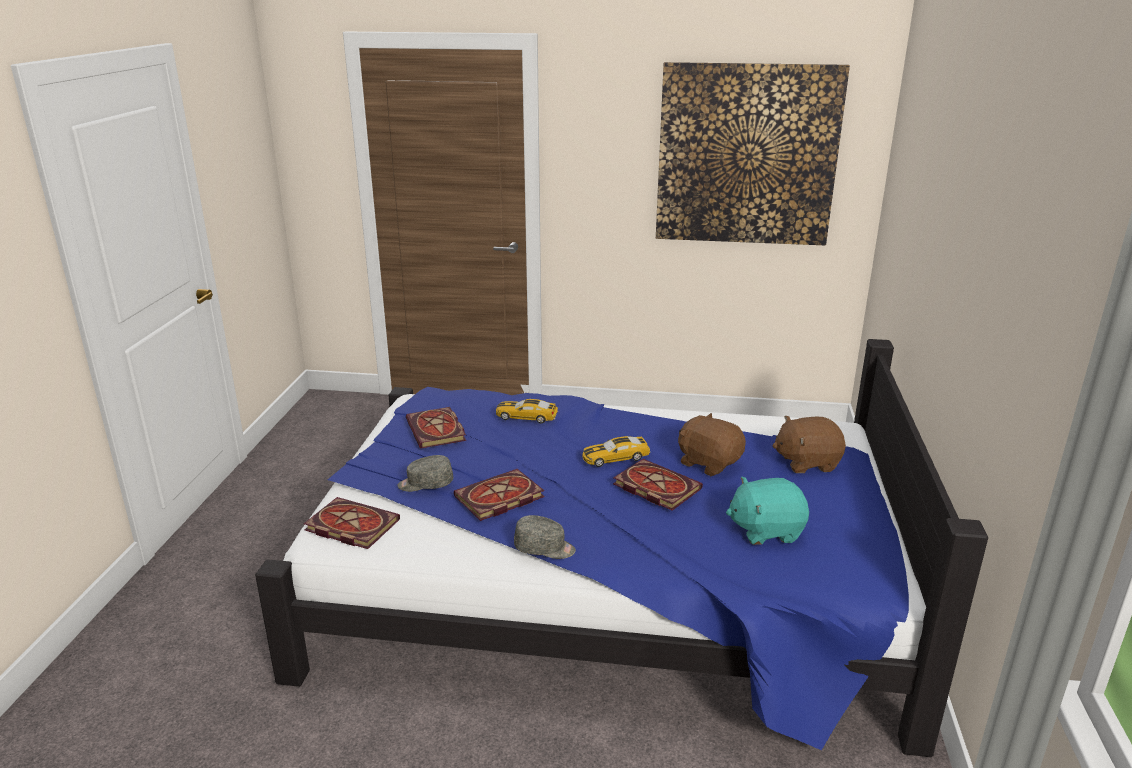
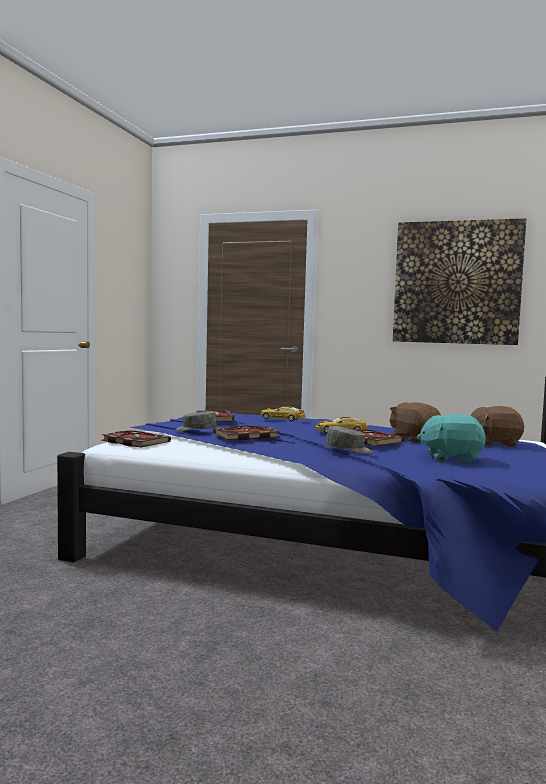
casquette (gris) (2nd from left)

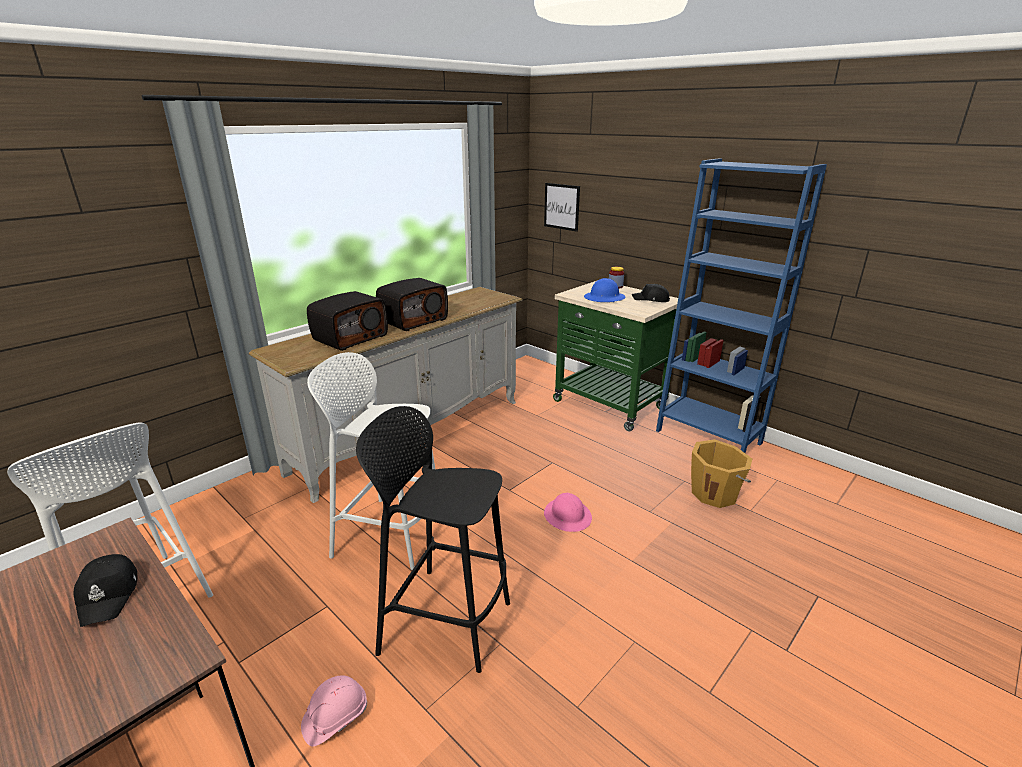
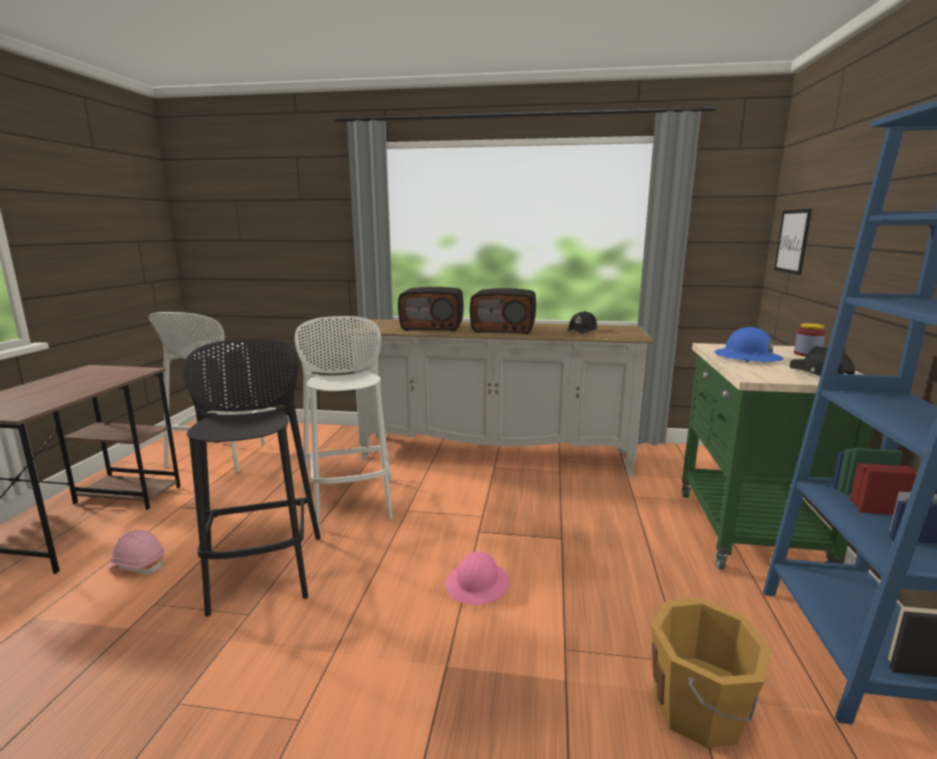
casquette (noir) (1st from left)

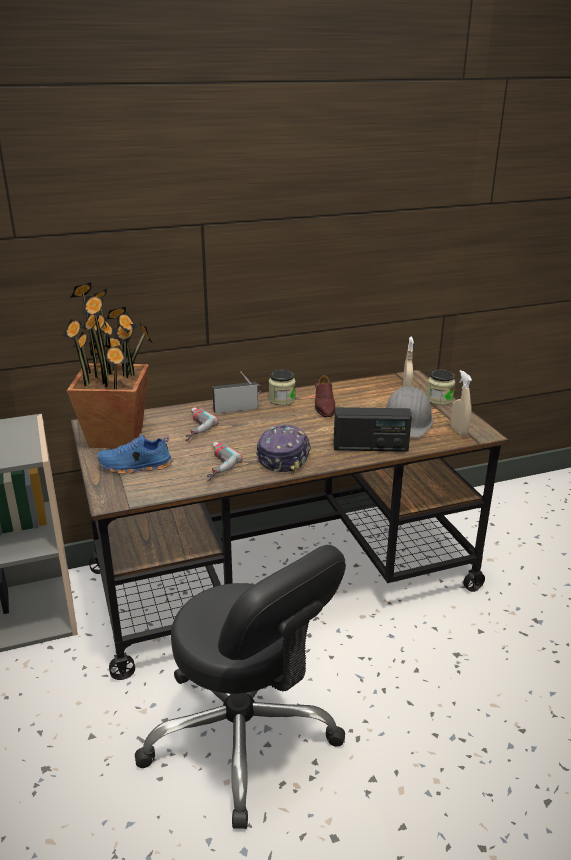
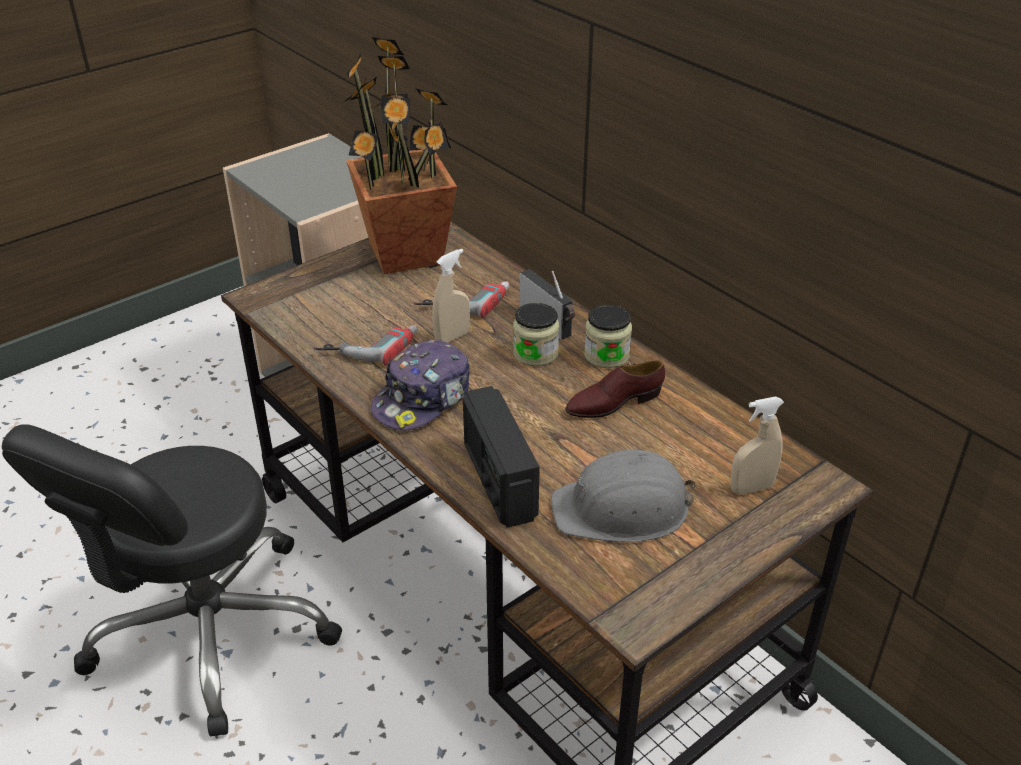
chaussure (bleu)
bocal (1st from left)
vaporisateur (beige) (1st from left)
casquette

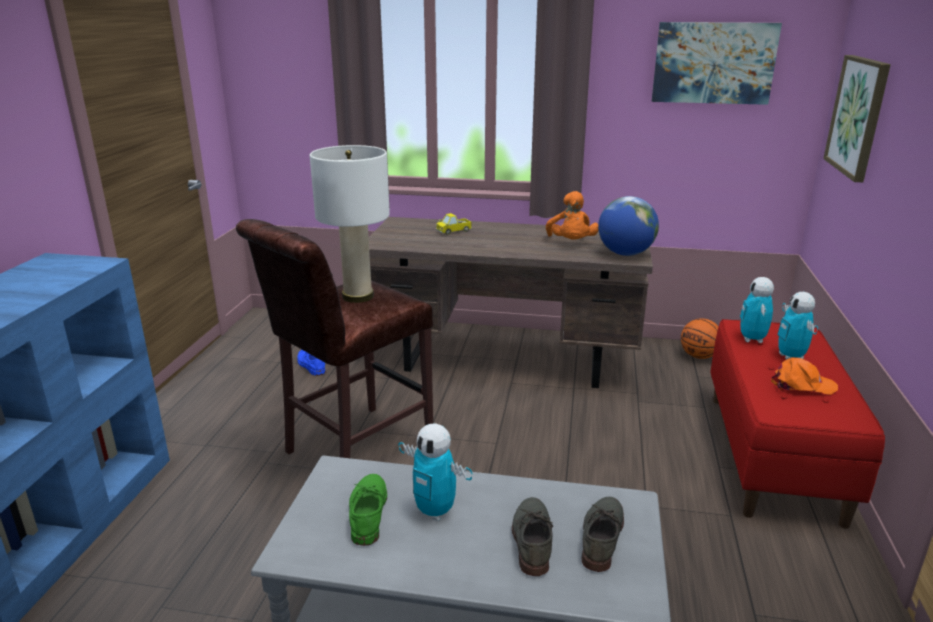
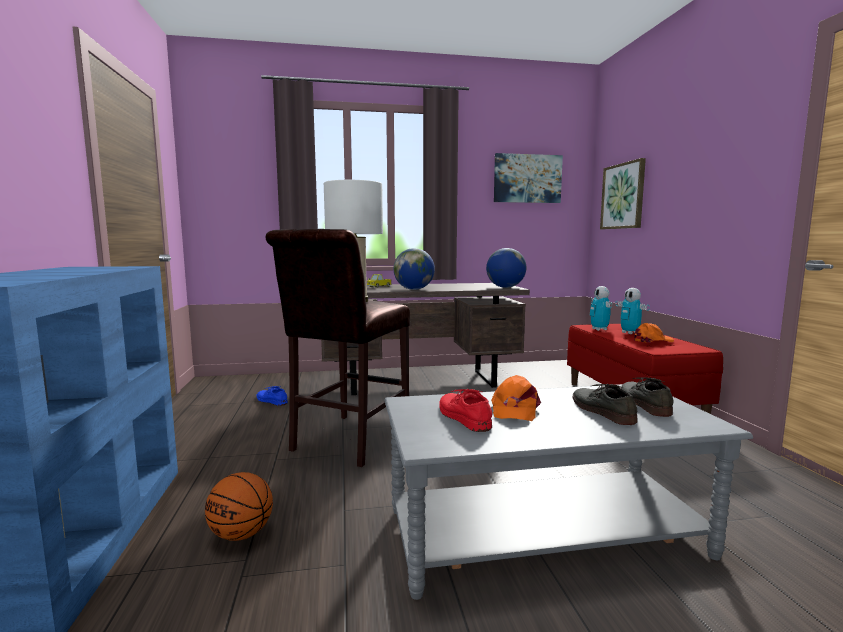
peluche (orange)
globe (1st from left)
ballon de basket
casquette (orange) (1st from left)
chaussure (rouge)

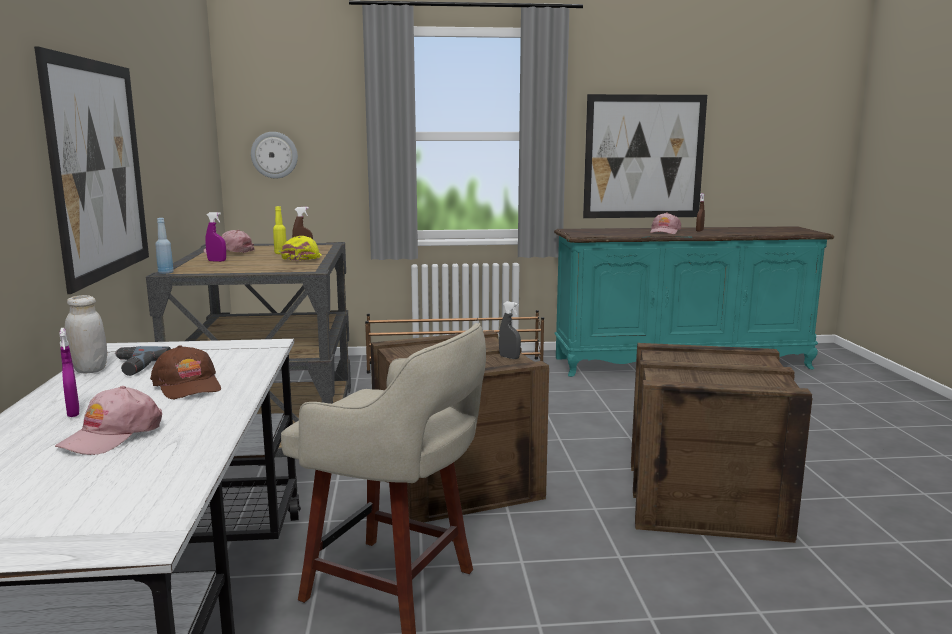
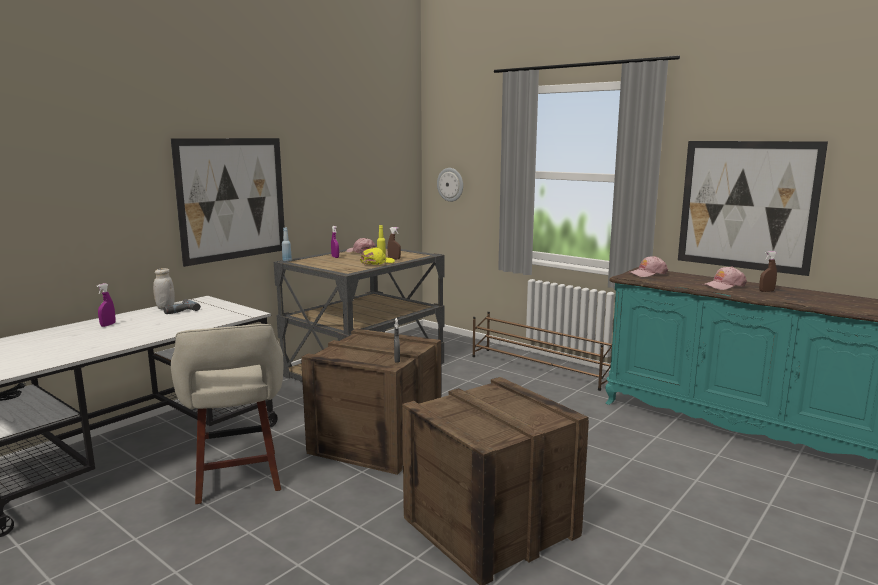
casquette (marron)
casquette (rose) (2nd from left)

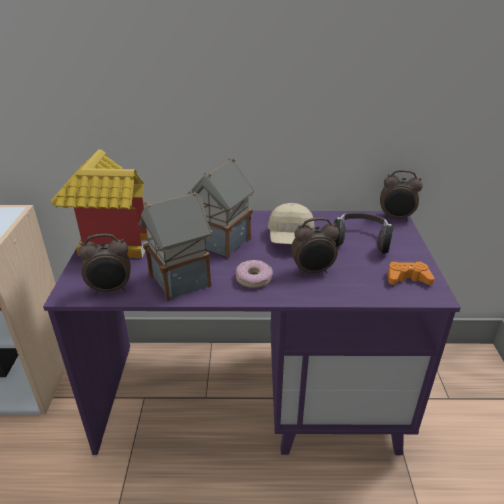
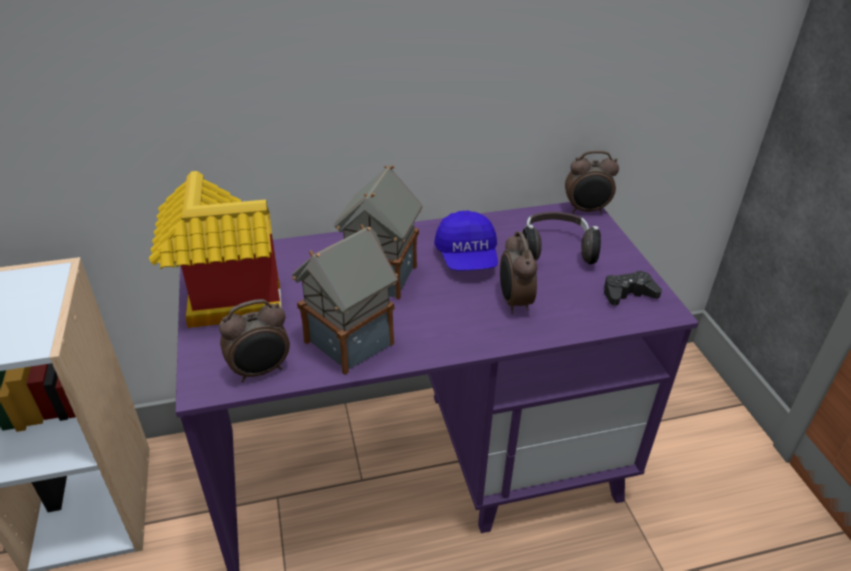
beignet
casquette (bleu)
manette (noir)
réveil (2nd from left)

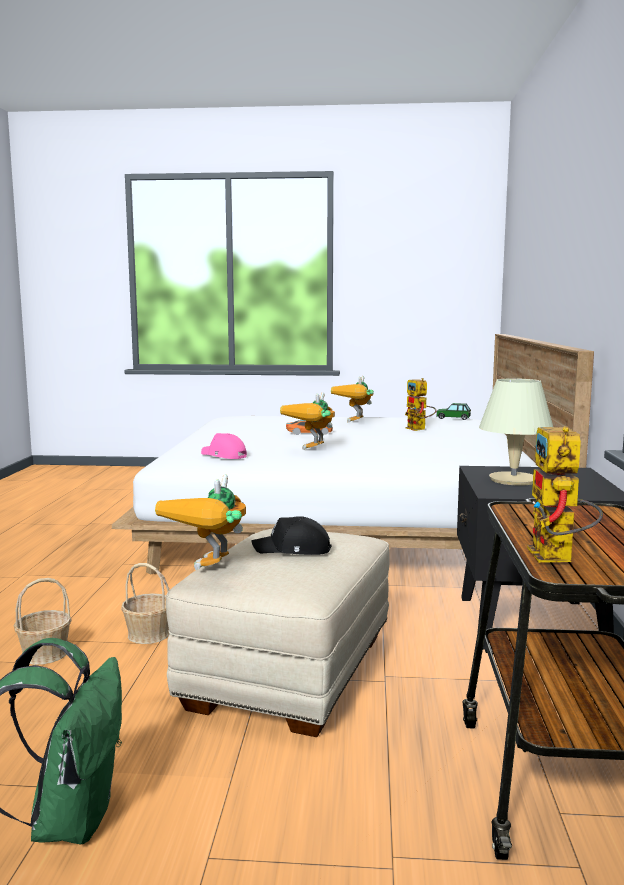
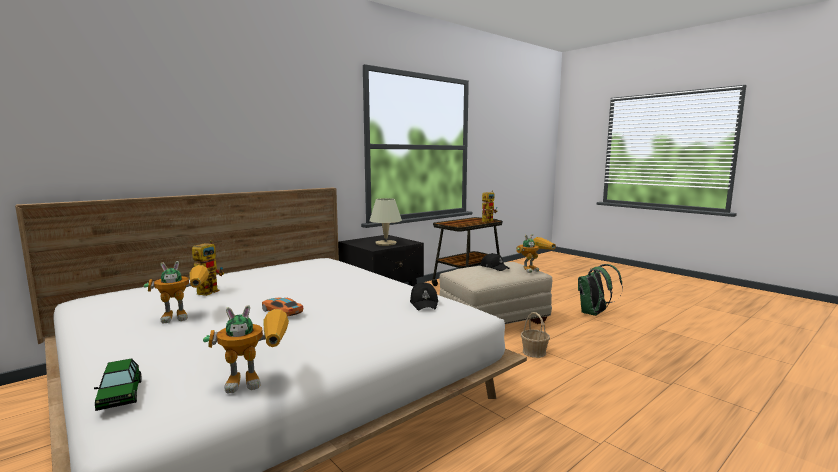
panier (1st from left in the first image)
robot jouet (3rd from left)
petite voiture (1st from left)
casquette (noir) (1st from left)

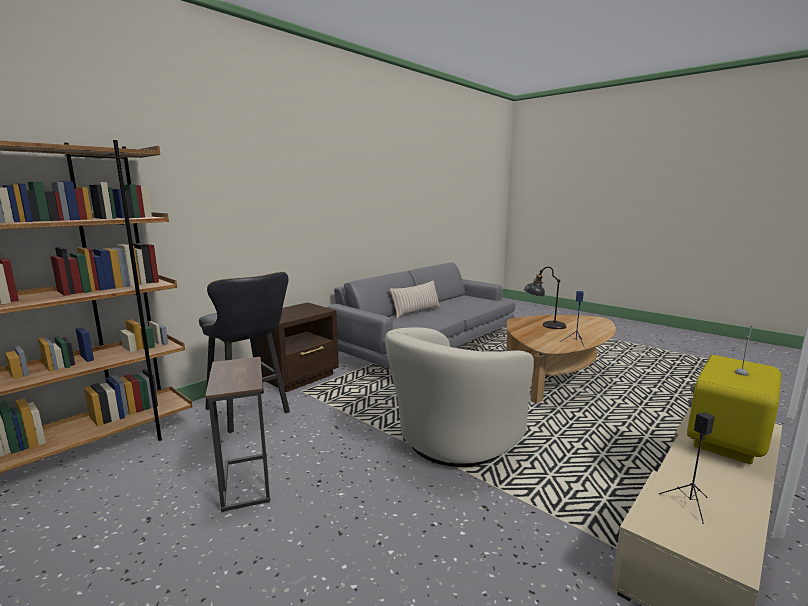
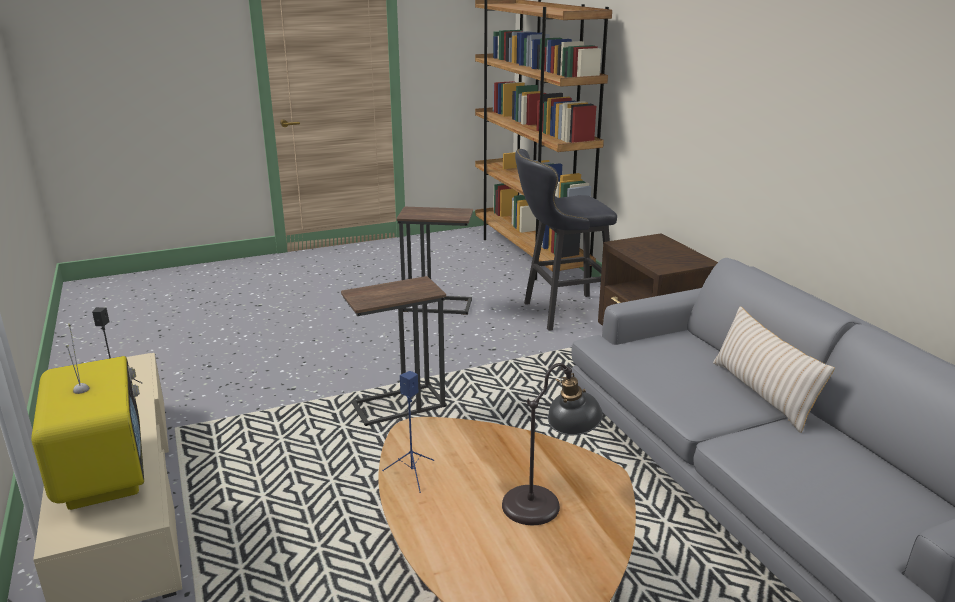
table d'appoint (marron) (1st from left)

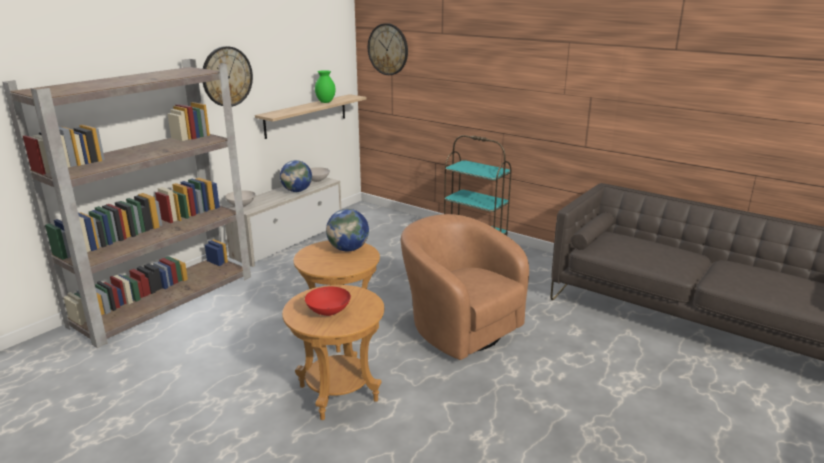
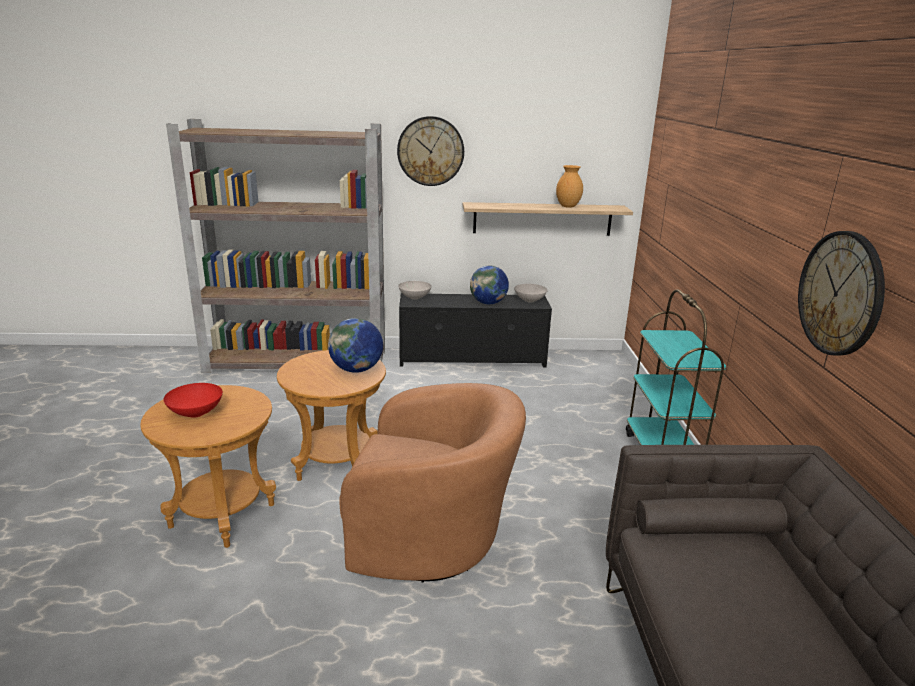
horloge murale (2nd from left)
meuble télé (noir)
vase (marron)
fauteuil (marron)

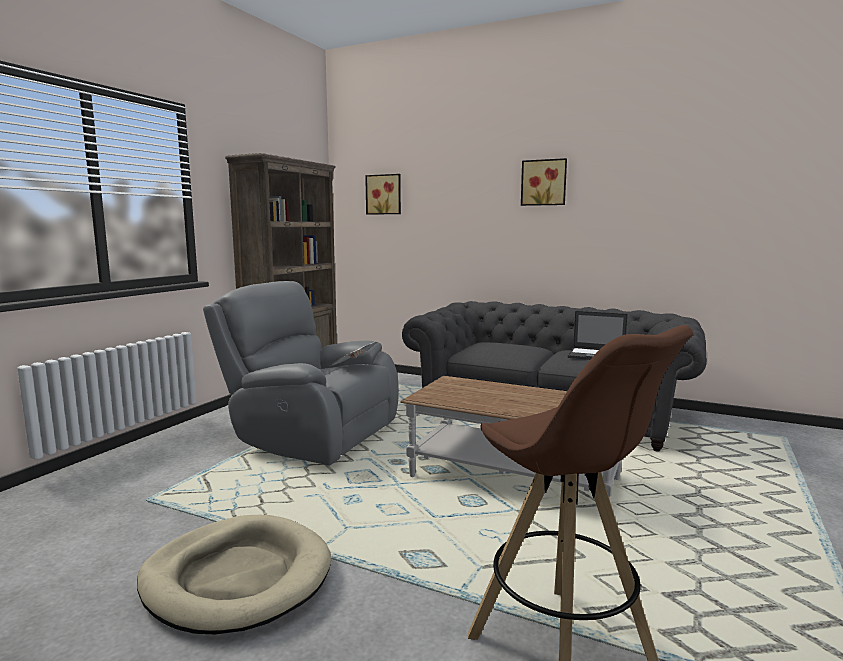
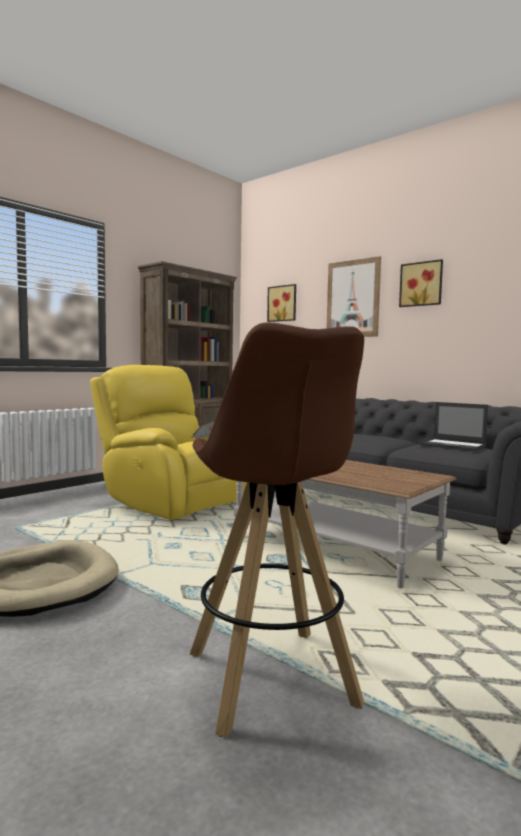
tableau (2nd from left)
fauteuil (jaune)

